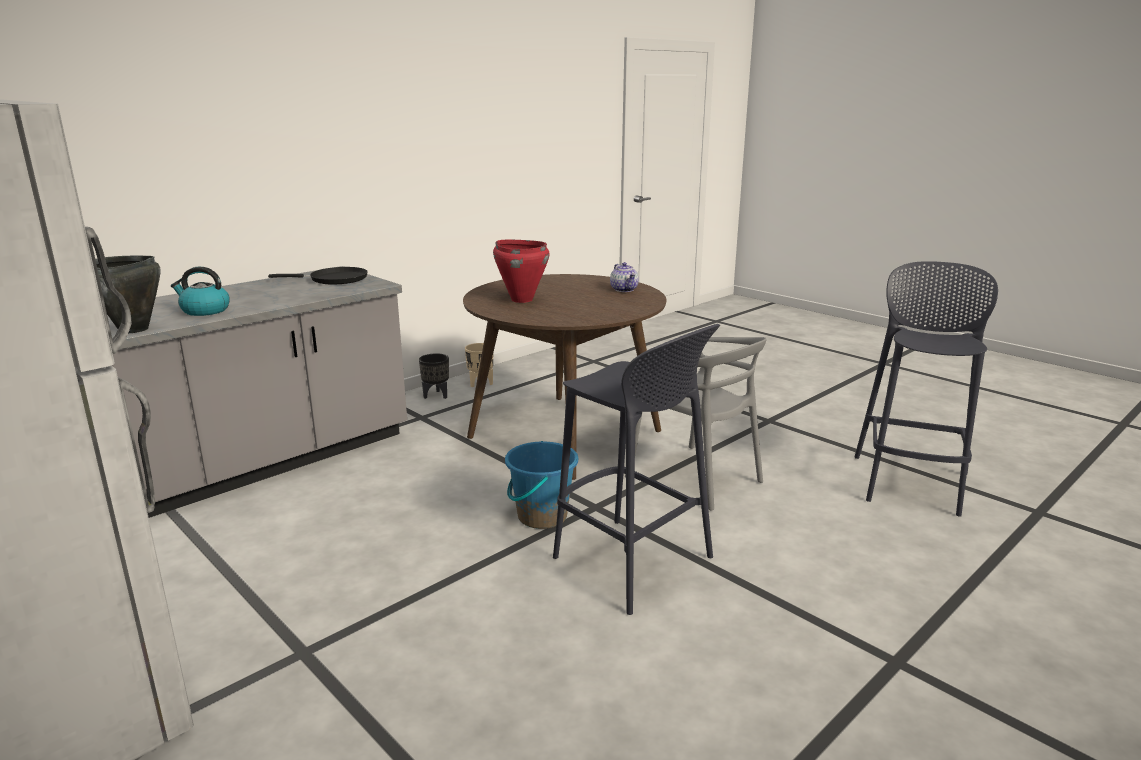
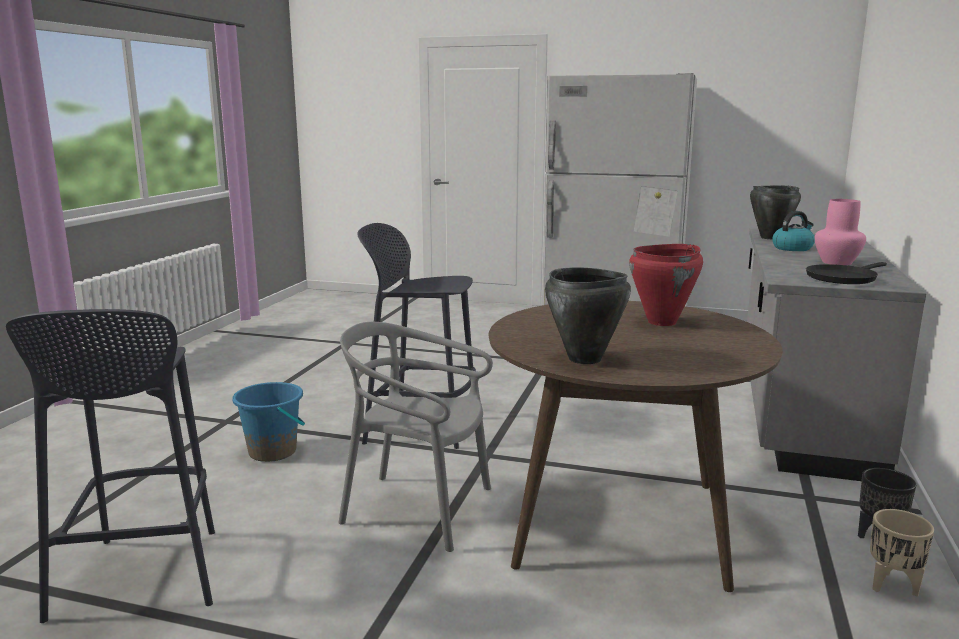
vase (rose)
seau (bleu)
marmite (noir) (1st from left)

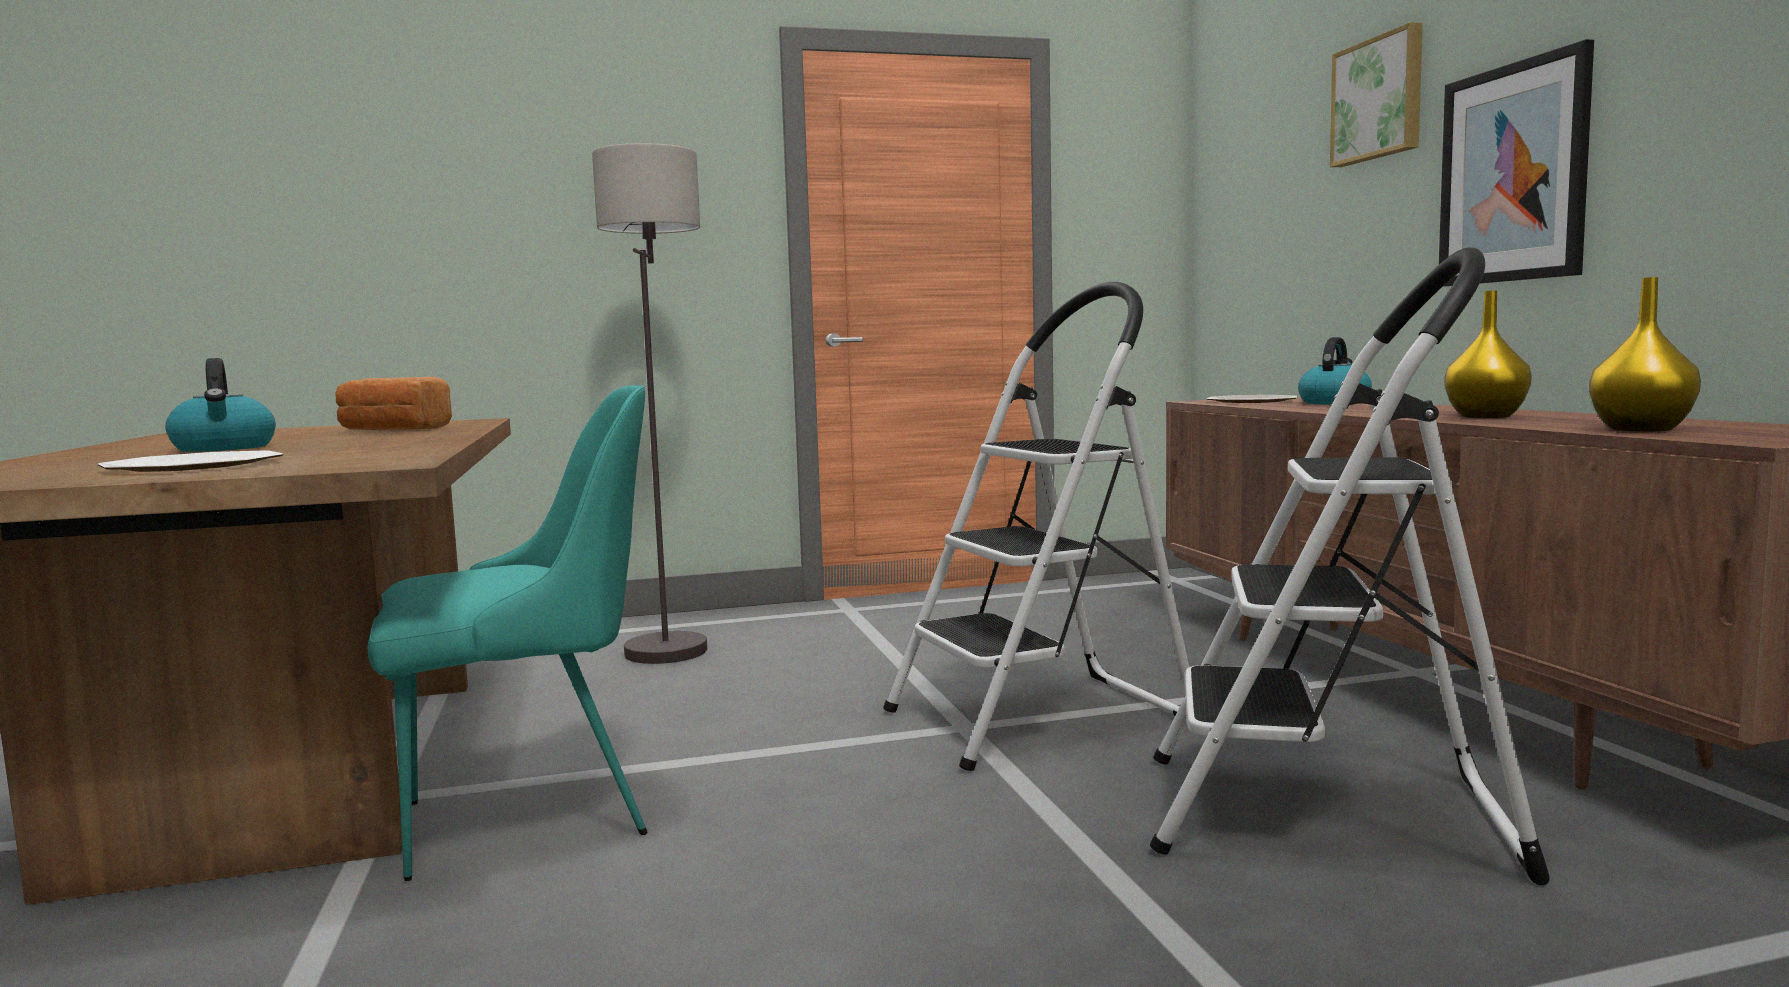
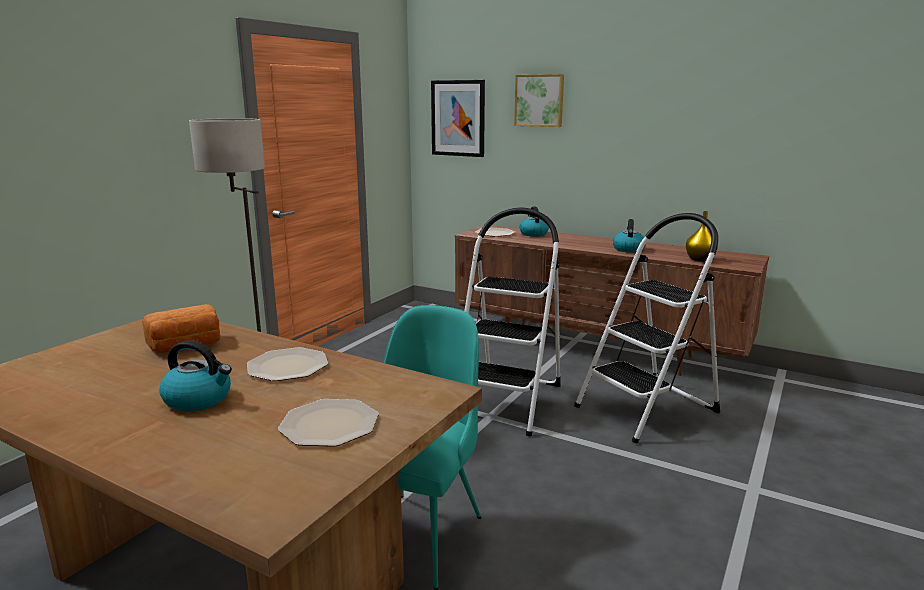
assiette (1st from left)
tableau (1st from left)
bouilloire (3rd from left)

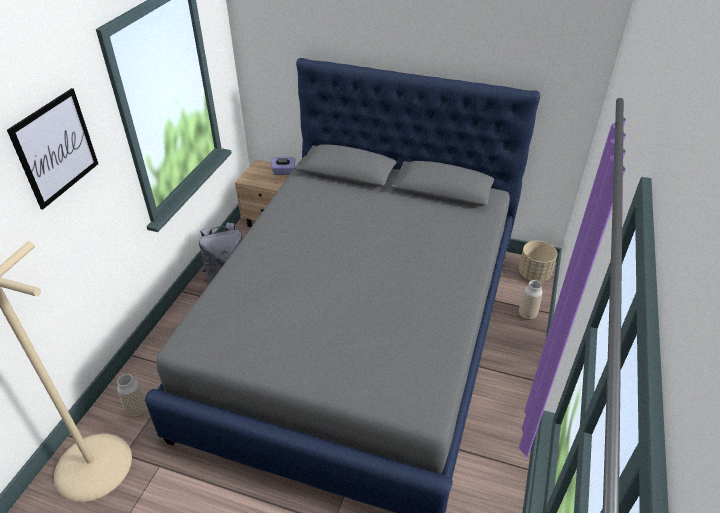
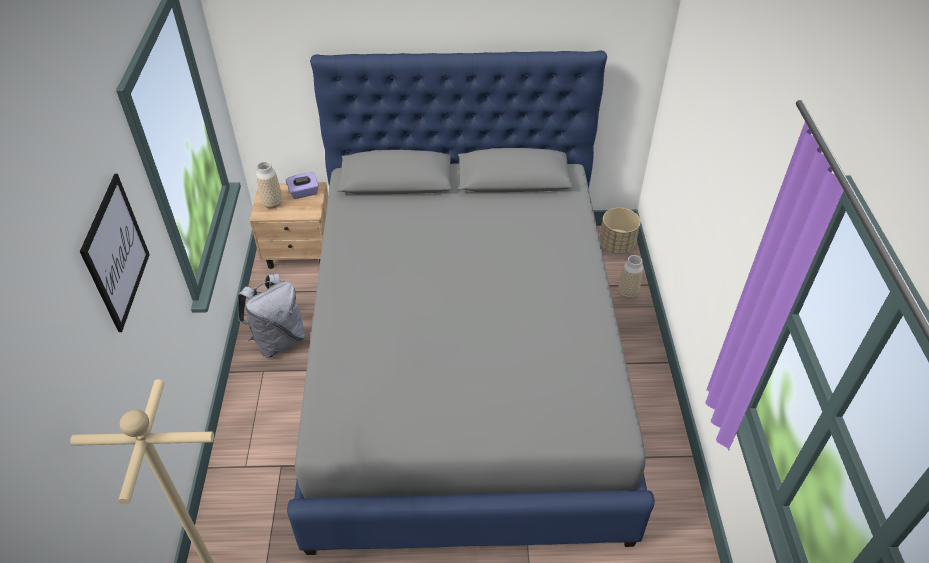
vase (1st from left)

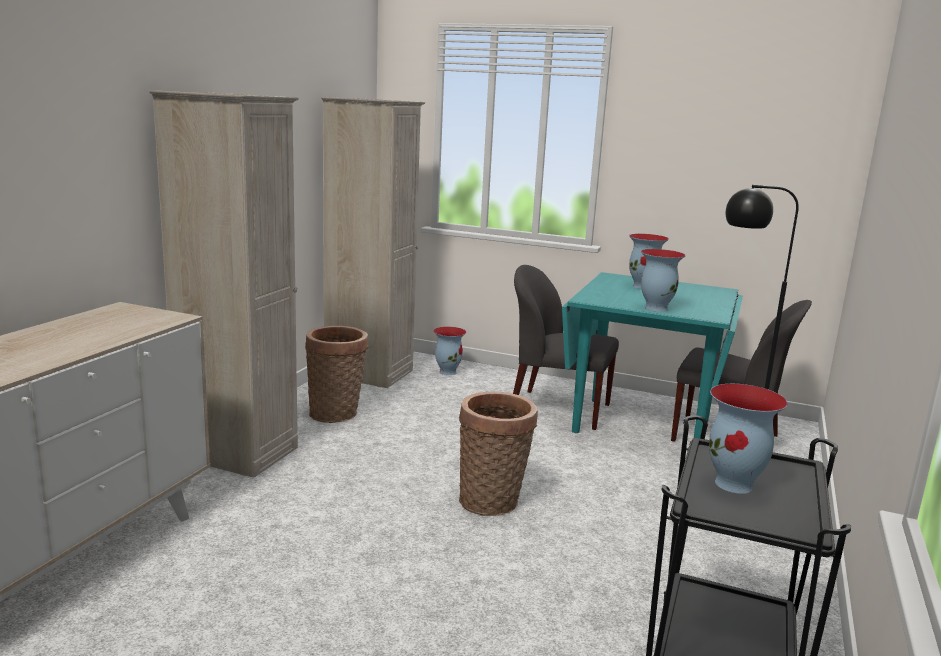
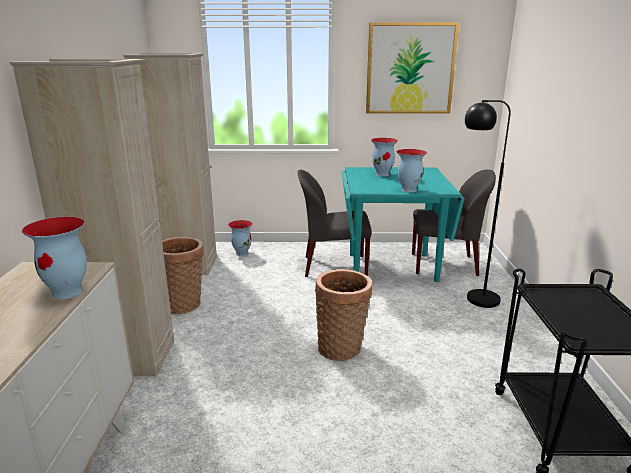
tableau
vase (1st from left)

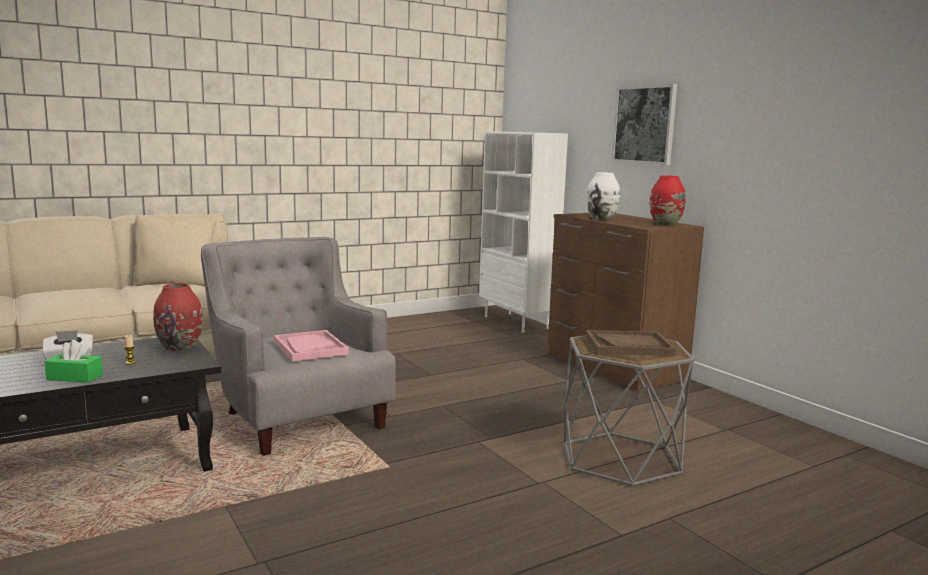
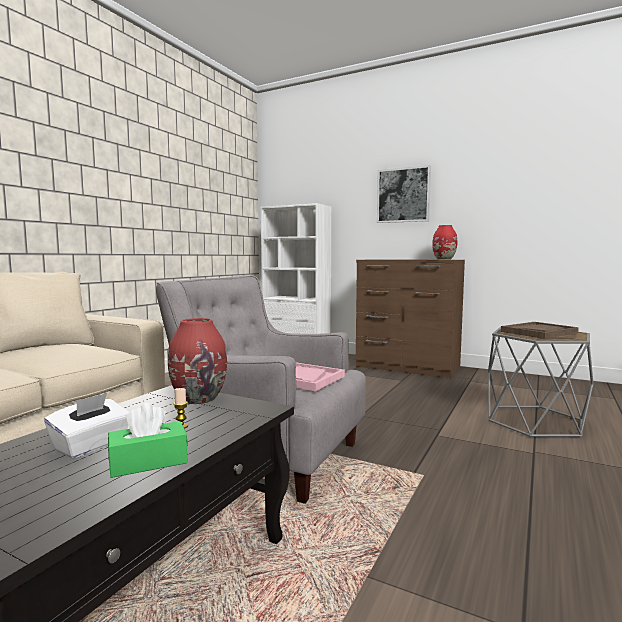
vase (blanc)

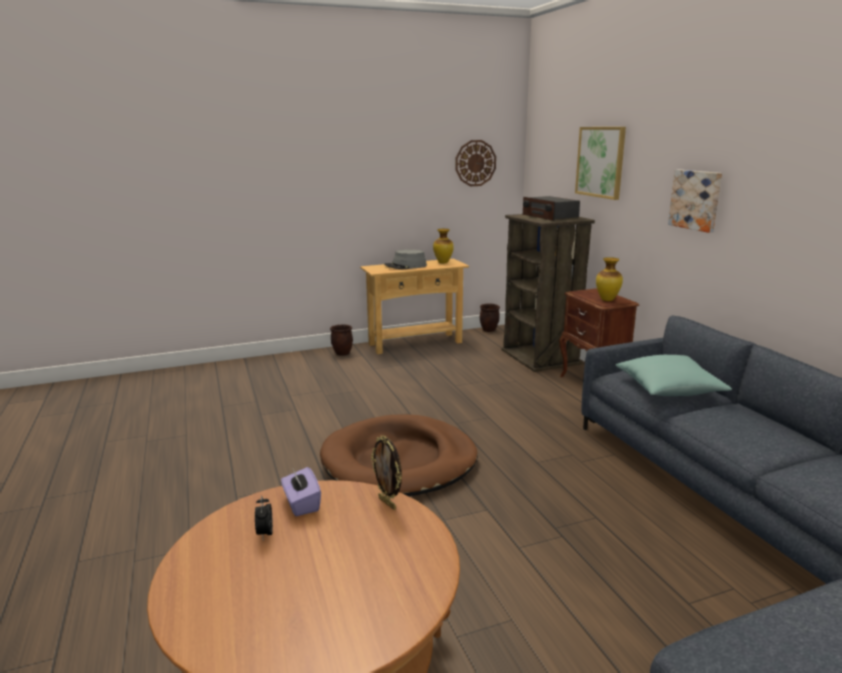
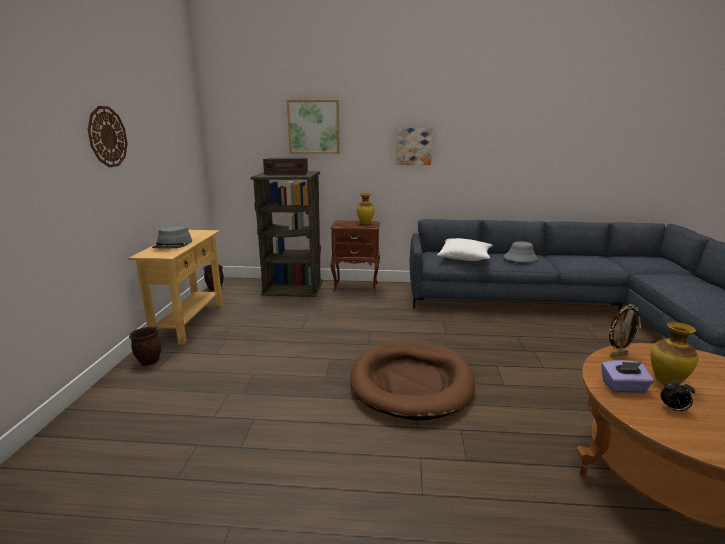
chapeau (gris) (2nd from left)
vase (2nd from left)
horloge murale
coussin (blanc)

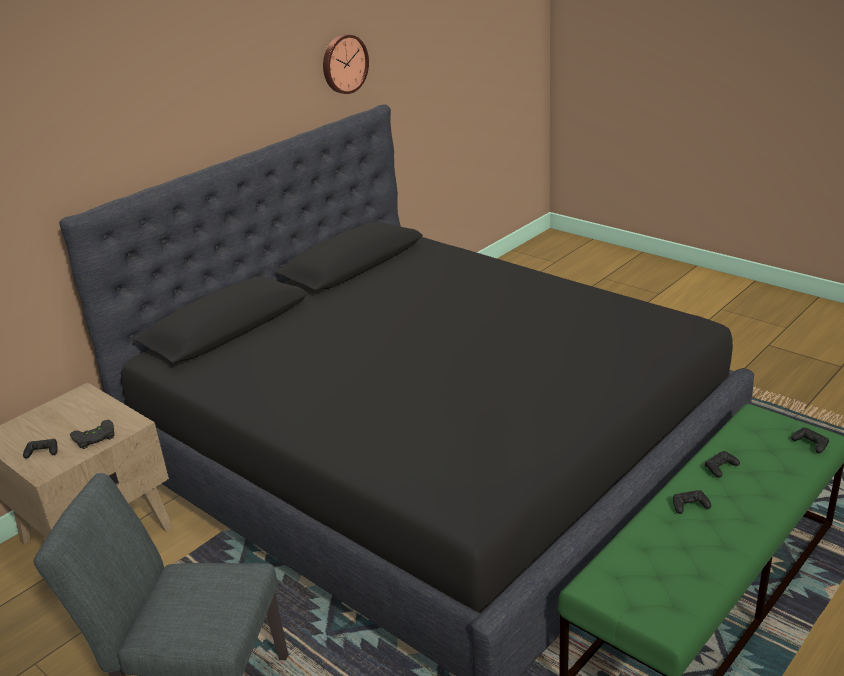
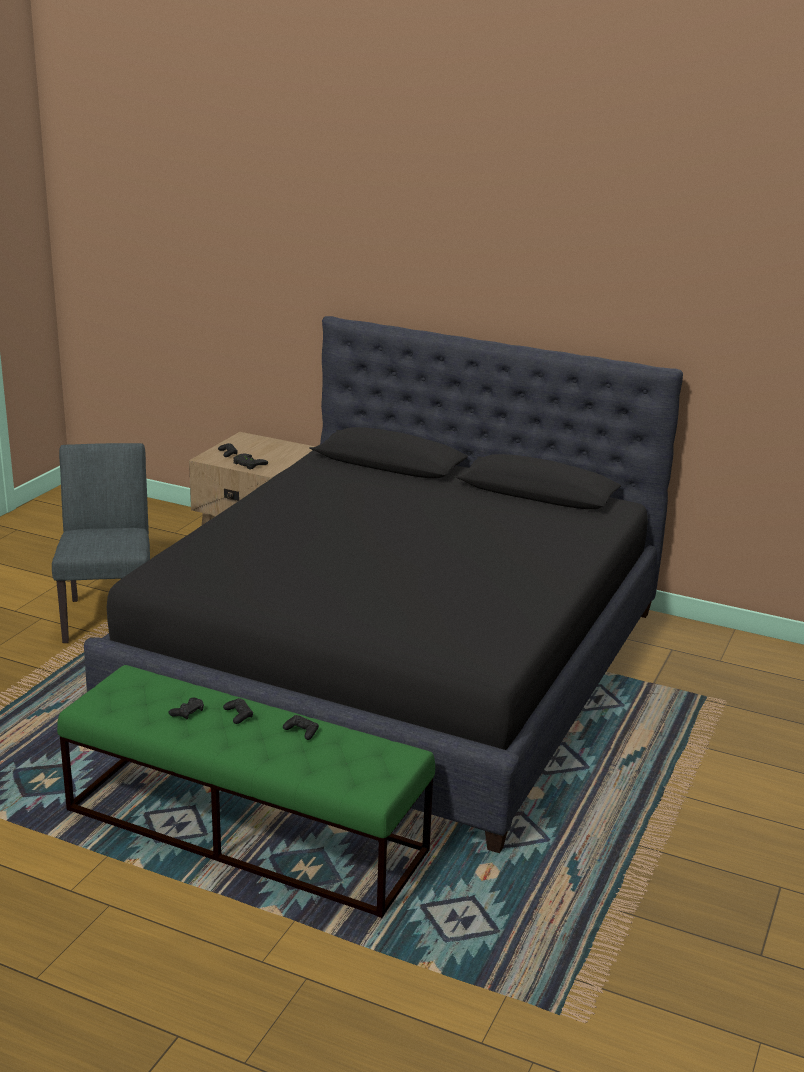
horloge murale
manette (noir) (1st from left)

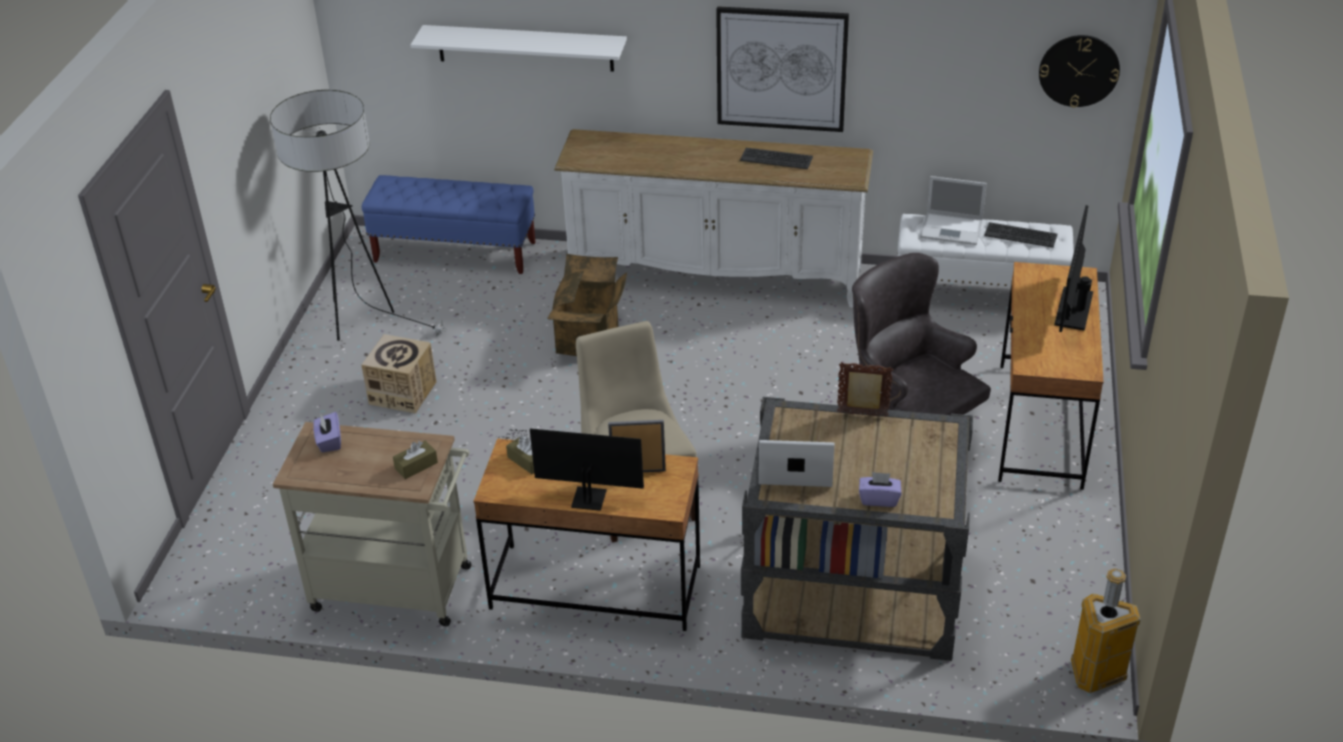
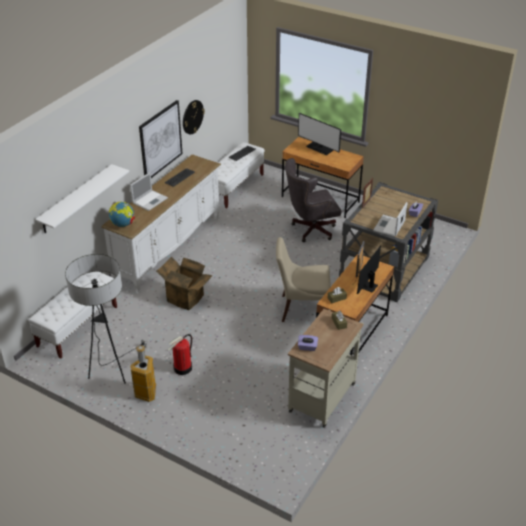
globe
ordinateur portable (1st from left)
horloge murale
poubelle
extincteur
banc (blanc) (1st from left)

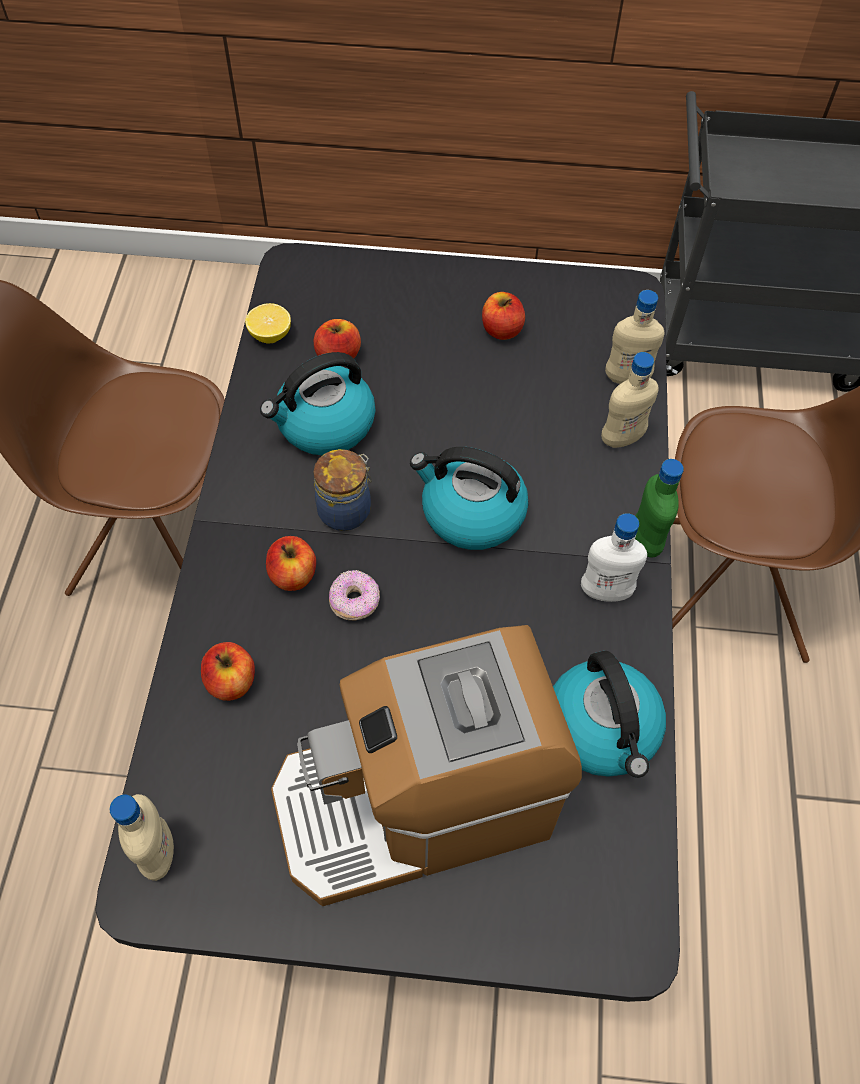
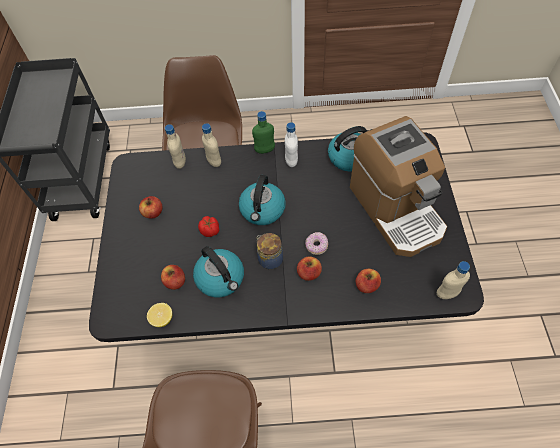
tomate

